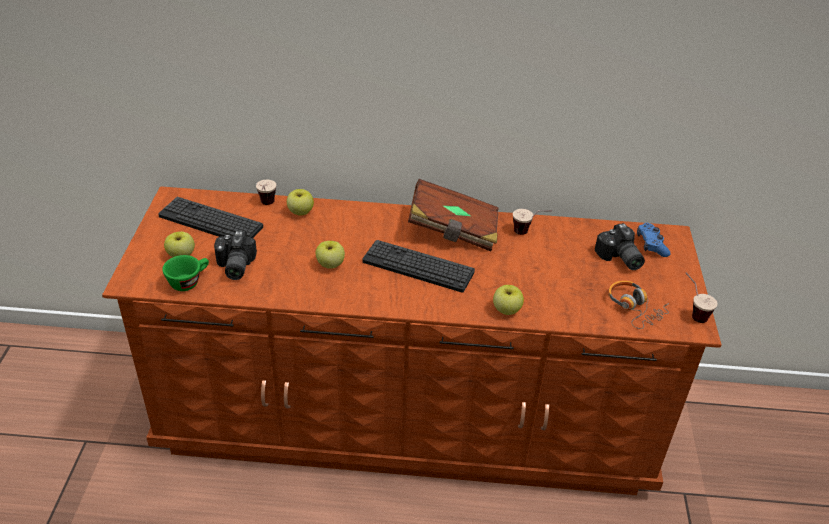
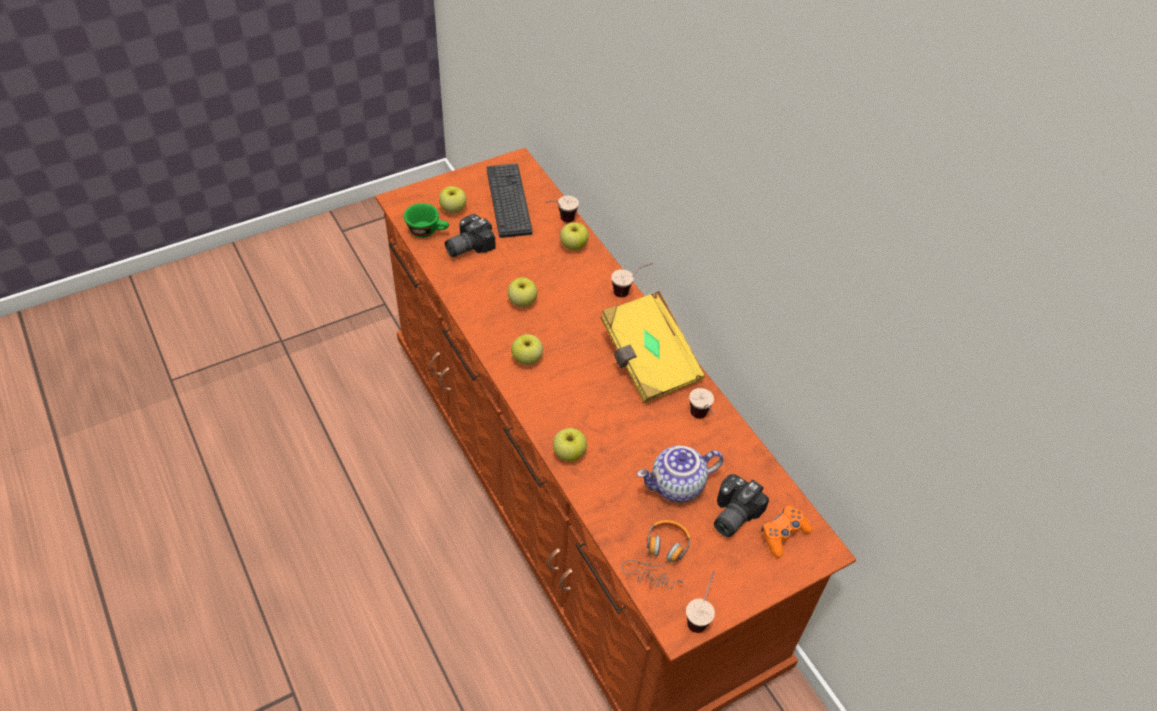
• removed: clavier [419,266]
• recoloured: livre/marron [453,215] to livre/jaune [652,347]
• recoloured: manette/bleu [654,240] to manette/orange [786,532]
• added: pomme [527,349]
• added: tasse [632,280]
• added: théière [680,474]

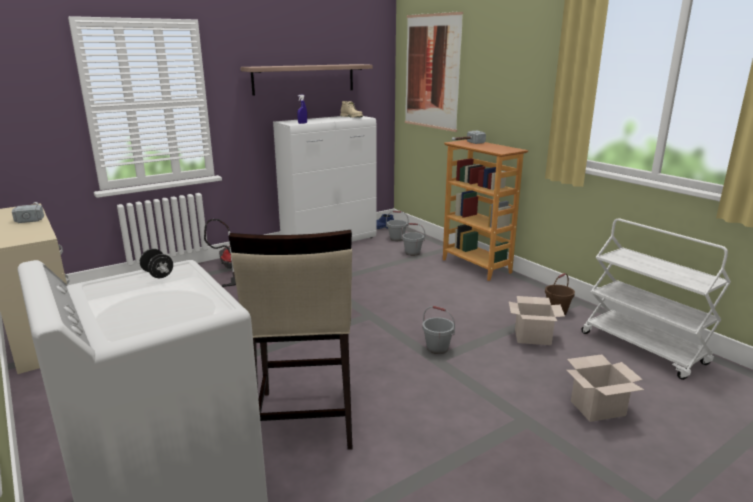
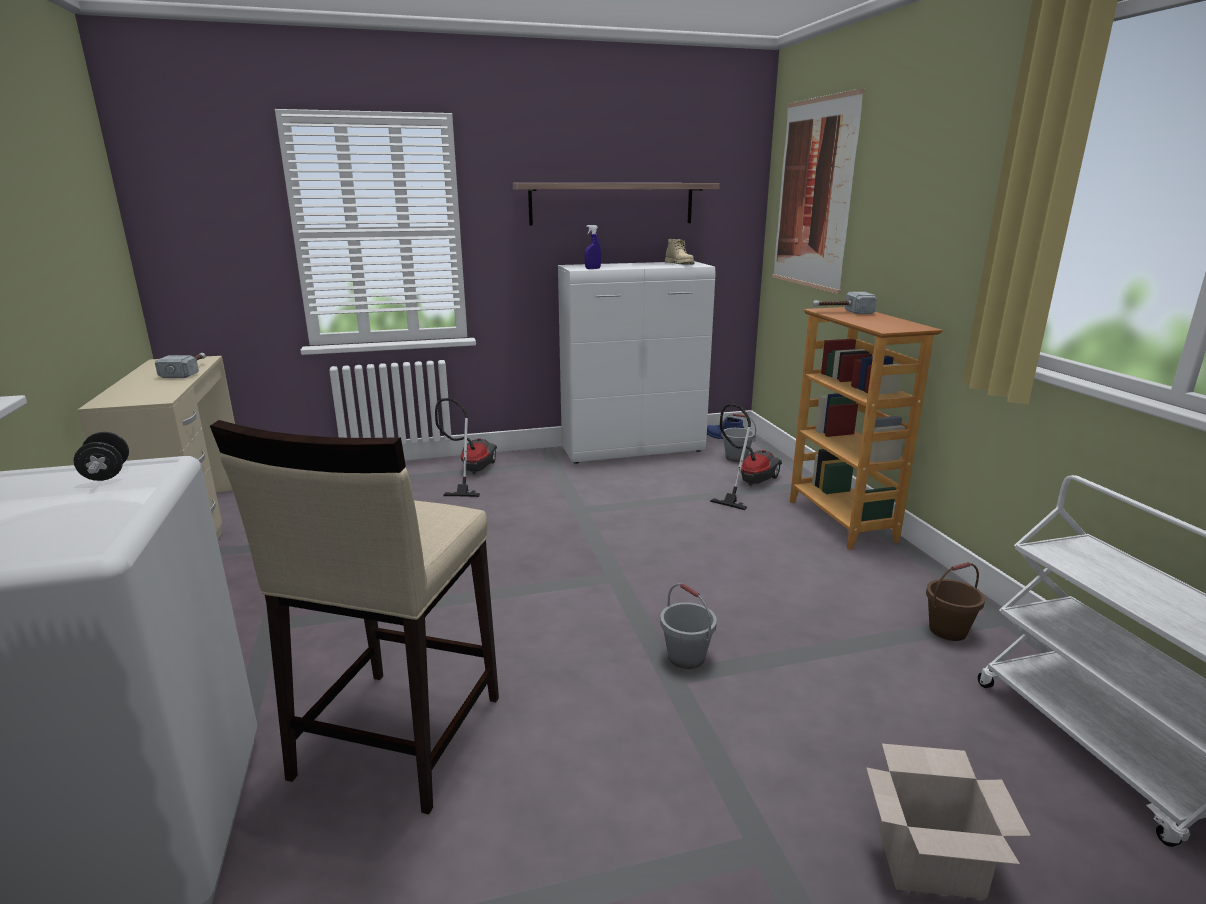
• replaced: seau/gris [413,239] to aspirateur [746,456]
• removed: carton [537,320]

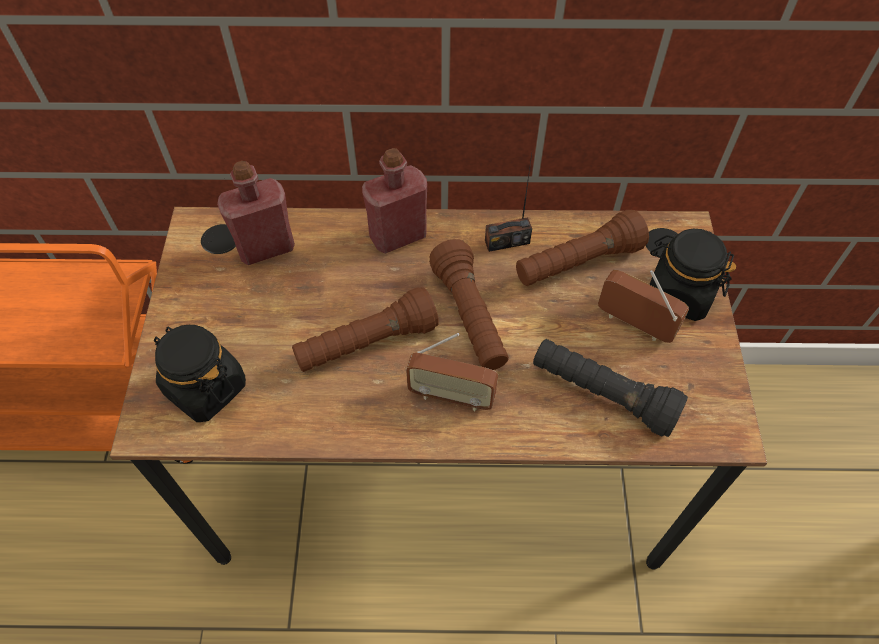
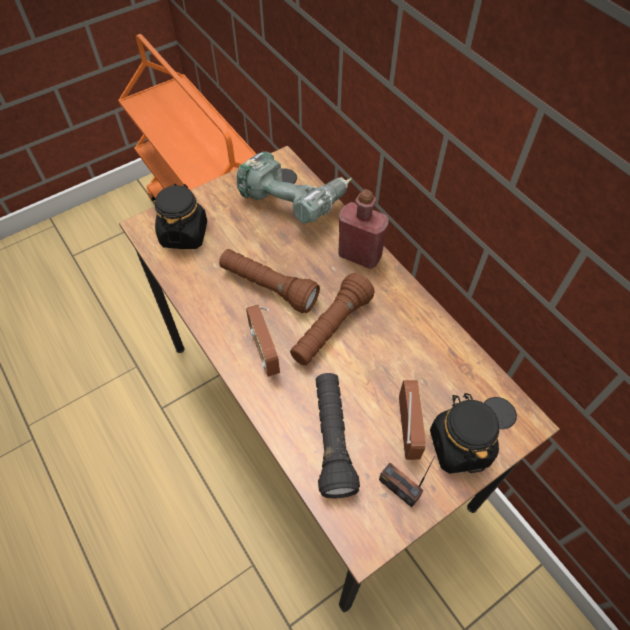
• replaced: bouteille/rouge [256,213] to perceuse [294,187]
• moved: radio [508,203] to [407,482]
• removed: lampe de poche/marron [582,248]

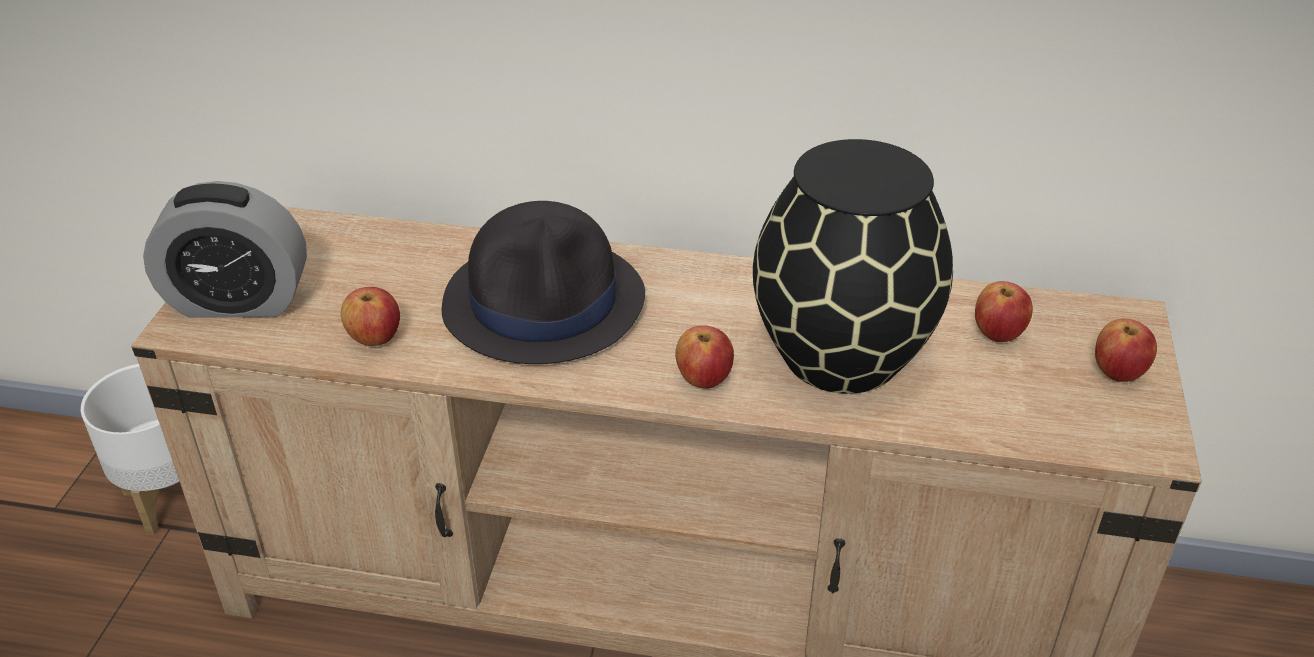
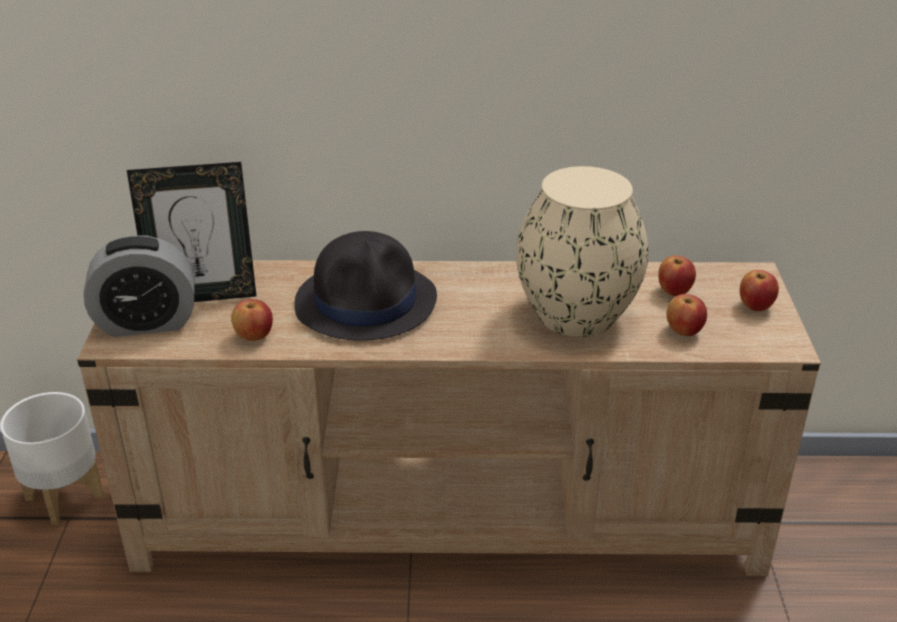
• moved: pomme [704,357] to [686,315]
• recoloured: vase/noir [853,266] to vase/beige [582,251]
• added: cadre photo [191,232]

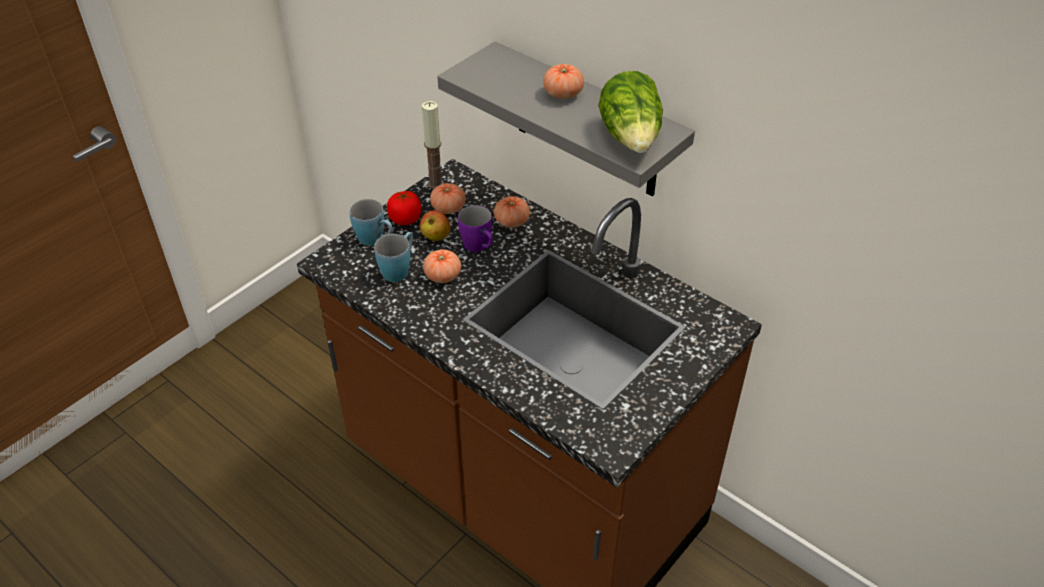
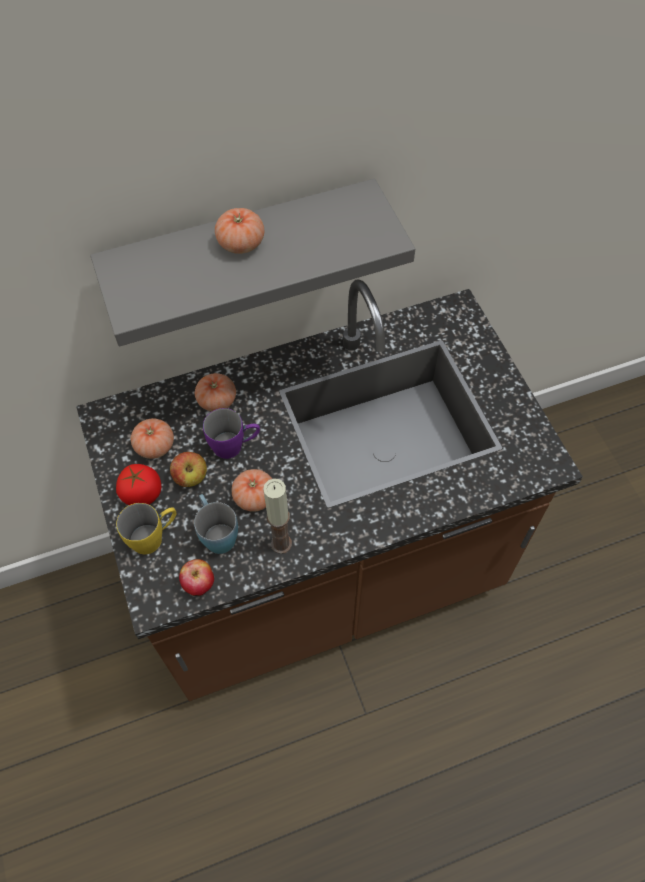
• recoloured: mug/bleu [370,222] to mug/jaune [146,528]
• moved: bougie [433,145] to [277,516]
• removed: laitue [631,112]
• added: pomme [196,577]

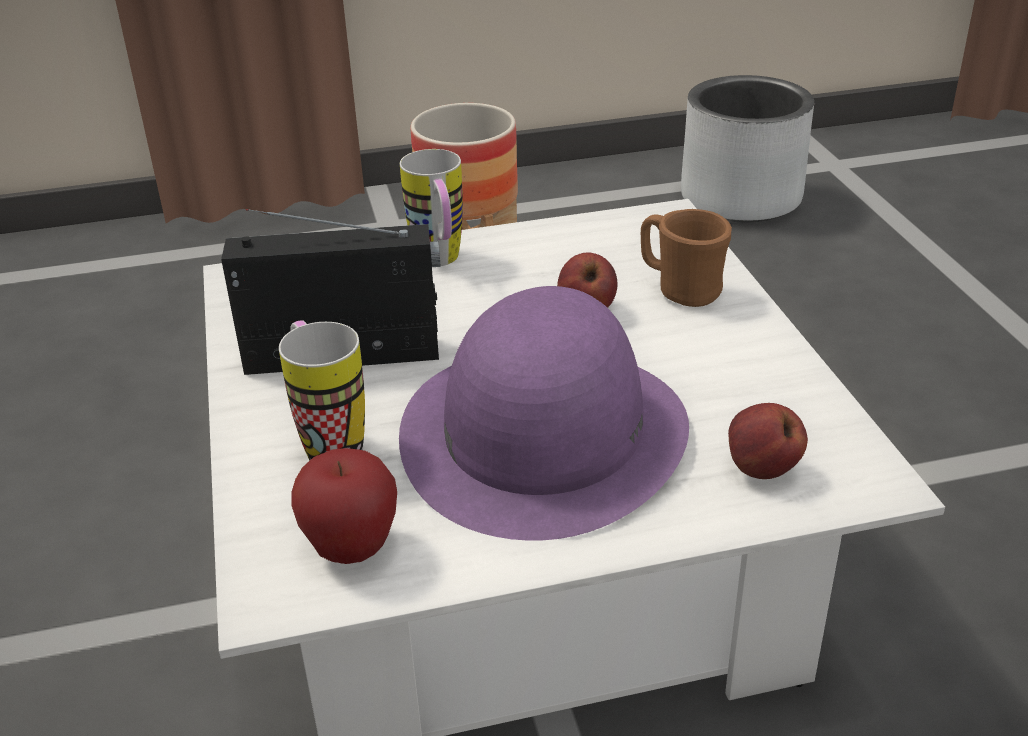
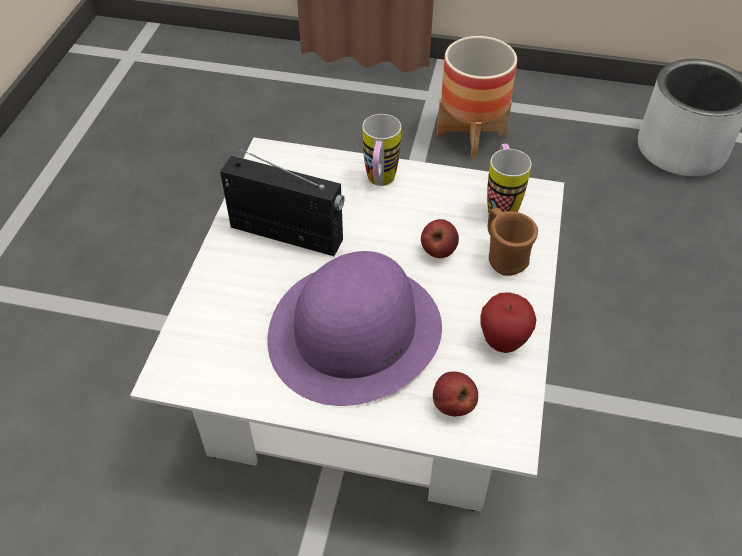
• moved: mug [322,390] to [509,178]
• moved: pomme [344,506] to [509,322]

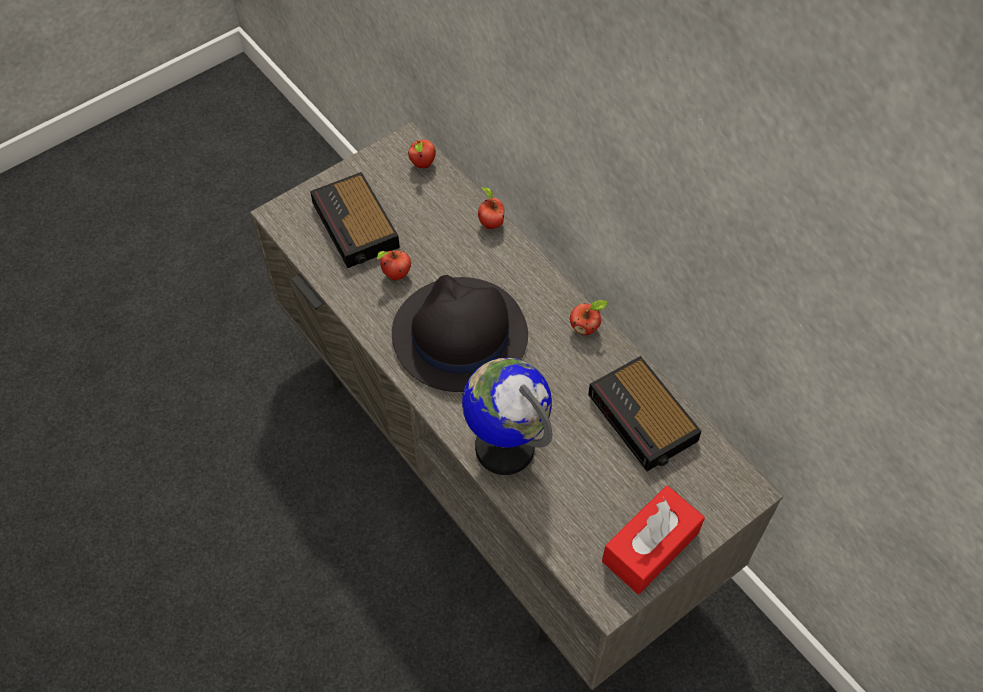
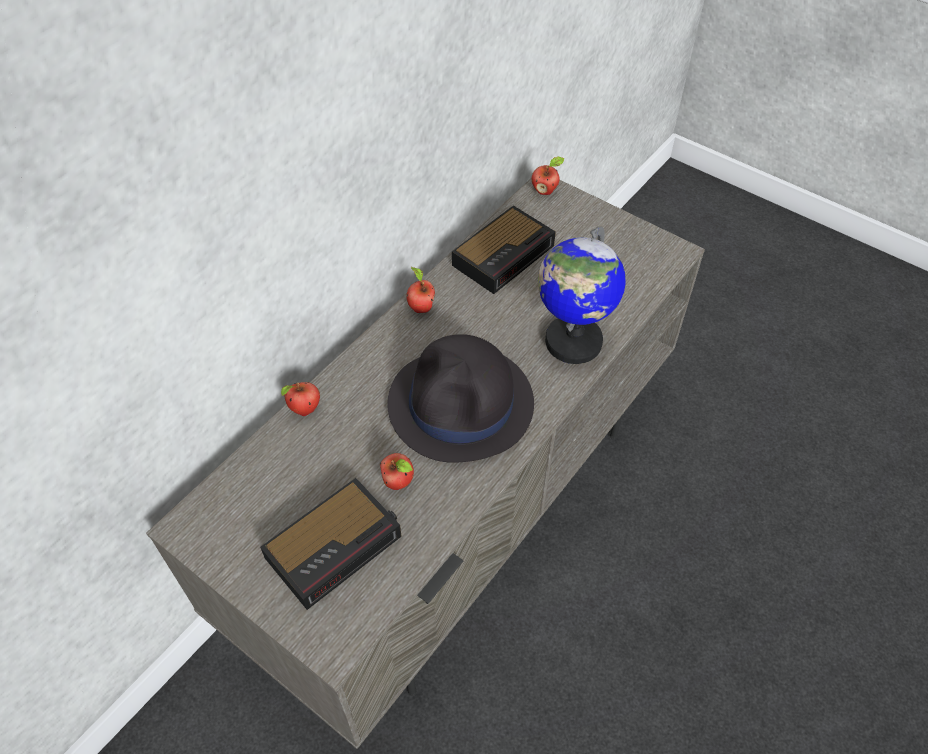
• moved: pomme [422,154] to [548,176]
• removed: boîte à mouchoirs/rouge [653,540]

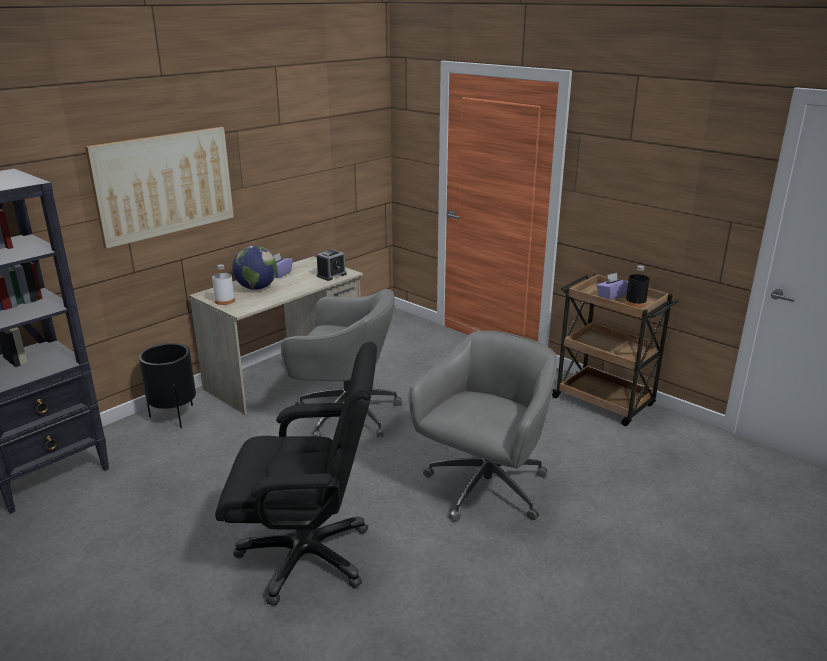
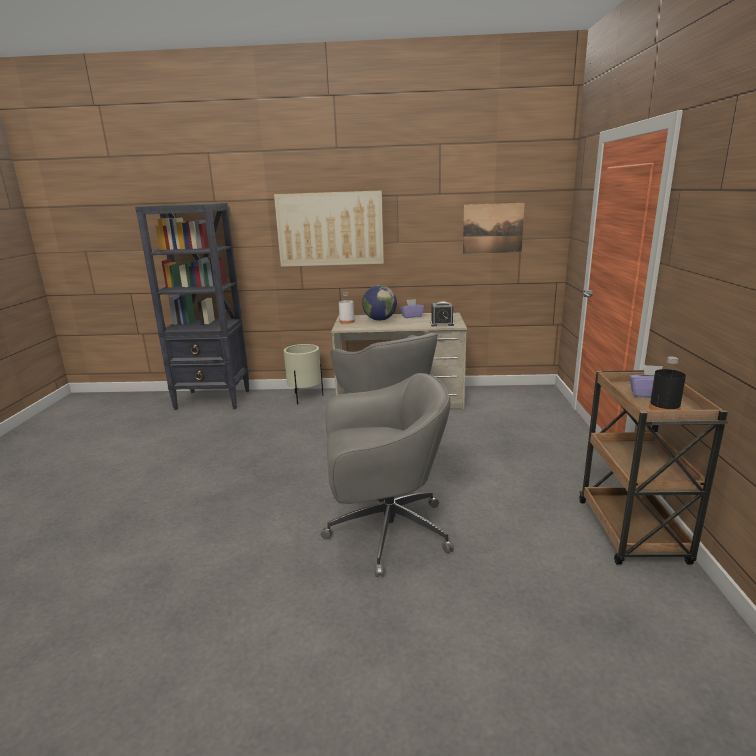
• recoloured: cache-pot/noir [167,385] to cache-pot/beige [303,374]
• removed: chaise de bureau/noir [296,474]
• added: tableau [494,228]

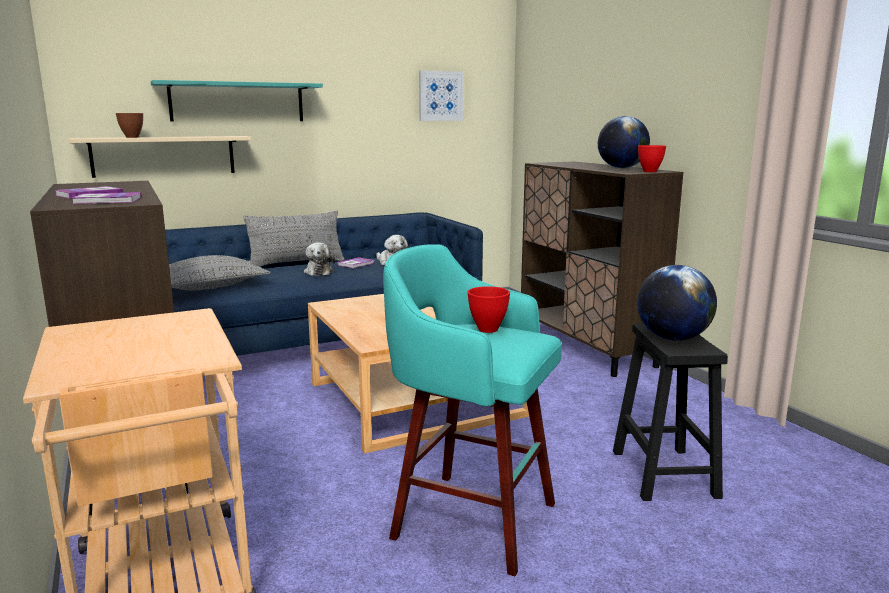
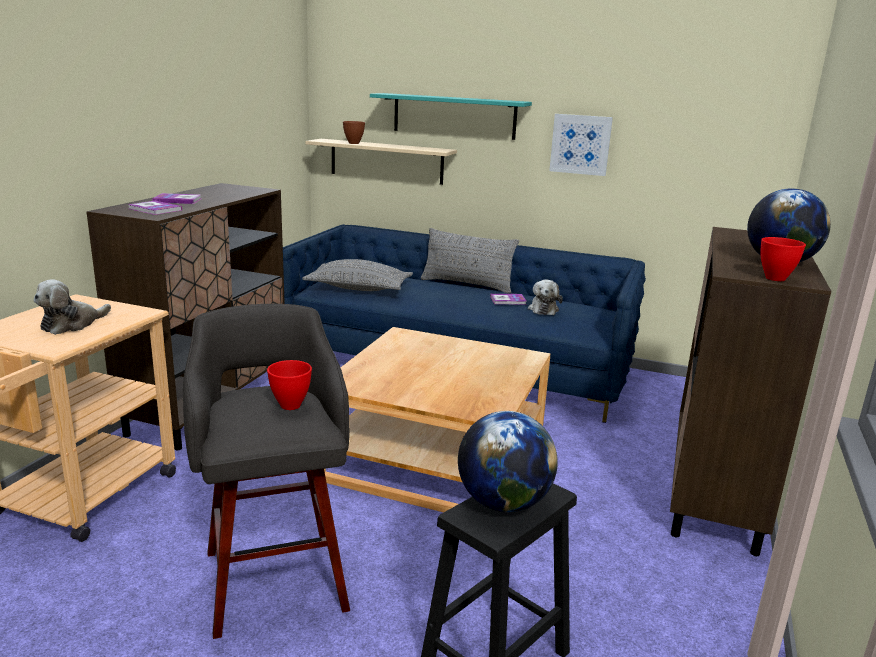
• moved: peluche [319,259] to [72,307]
• recoloured: tabouret/turquoise [472,410] to tabouret/gris [266,471]
• moved: tableau [441,95] to [581,145]

